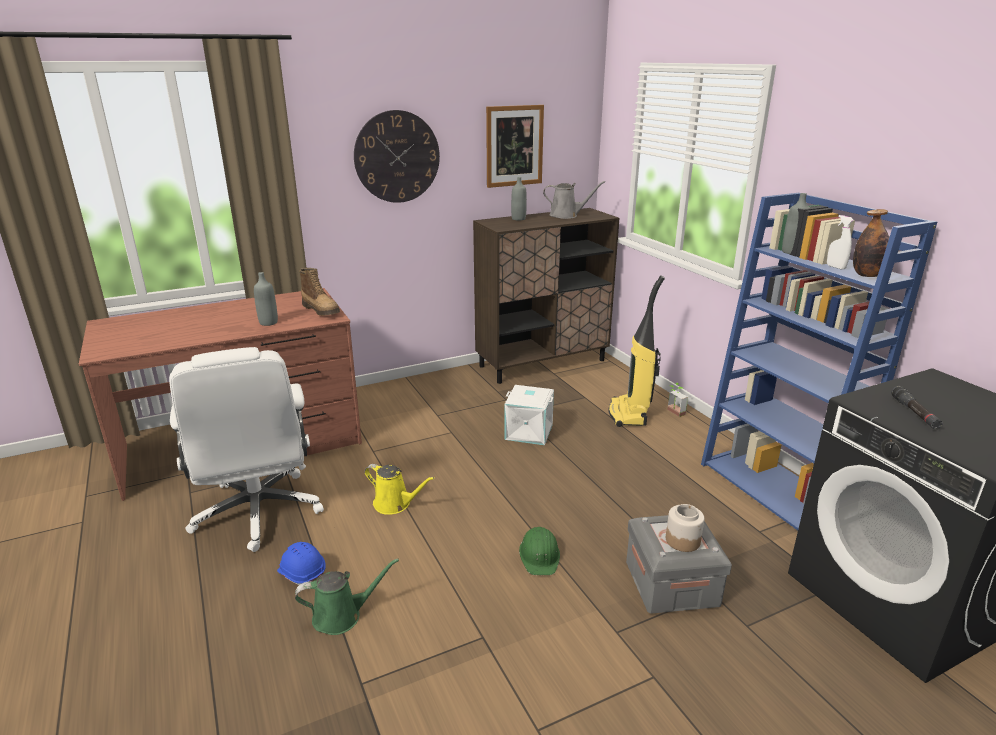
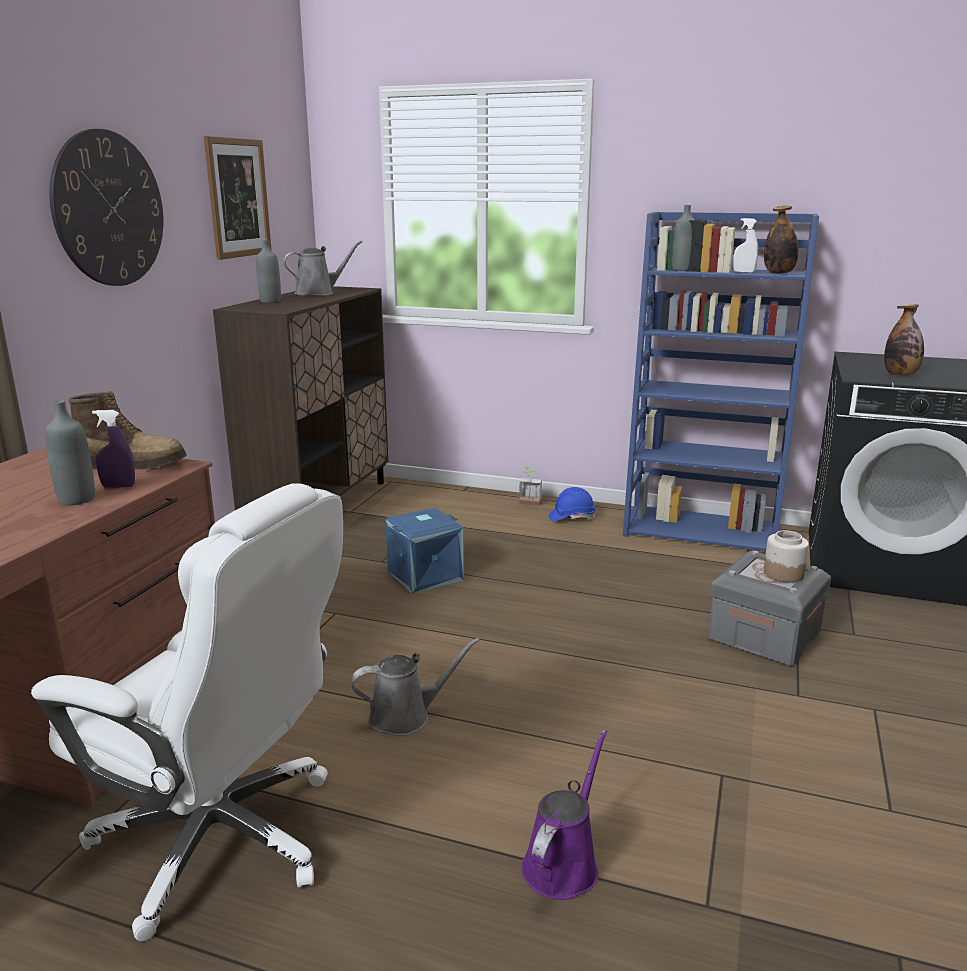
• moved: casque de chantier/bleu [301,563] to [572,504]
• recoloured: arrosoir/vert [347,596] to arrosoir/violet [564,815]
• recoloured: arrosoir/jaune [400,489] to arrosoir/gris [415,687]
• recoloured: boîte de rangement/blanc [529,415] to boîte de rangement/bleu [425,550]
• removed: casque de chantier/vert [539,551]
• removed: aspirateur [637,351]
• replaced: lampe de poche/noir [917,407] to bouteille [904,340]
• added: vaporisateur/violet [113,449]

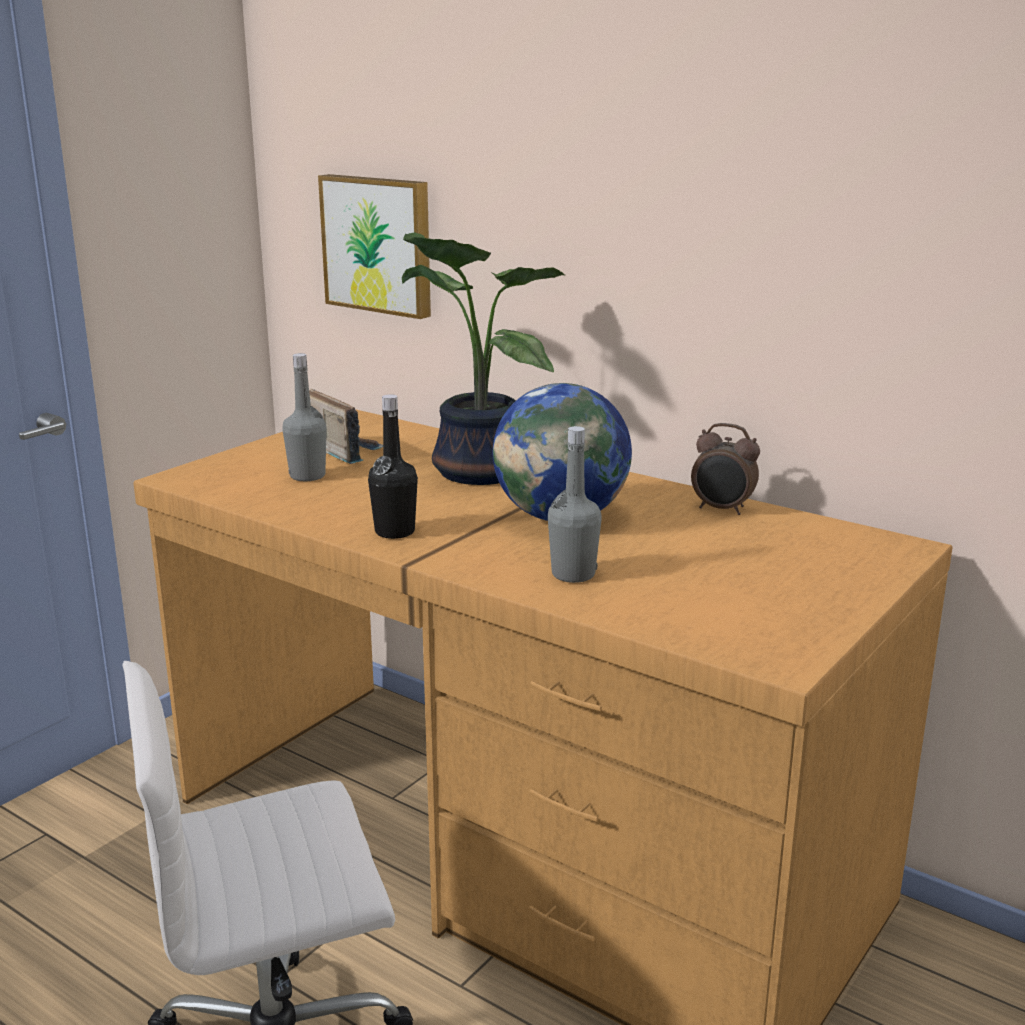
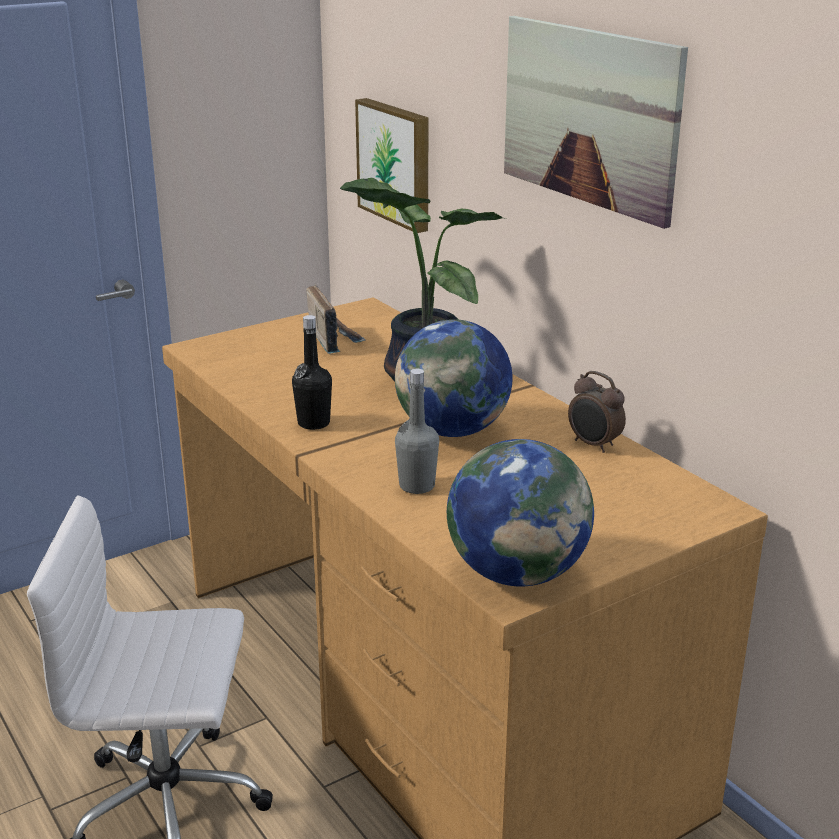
• removed: bouteille/gris [304,417]
• added: globe [520,513]
• added: tableau [596,122]

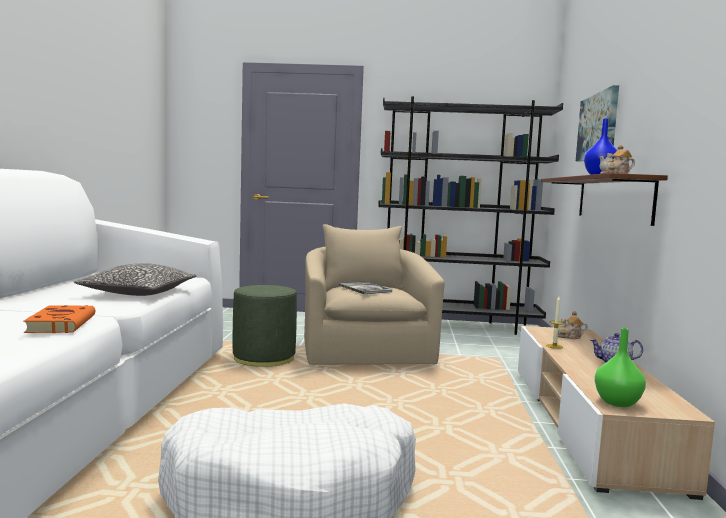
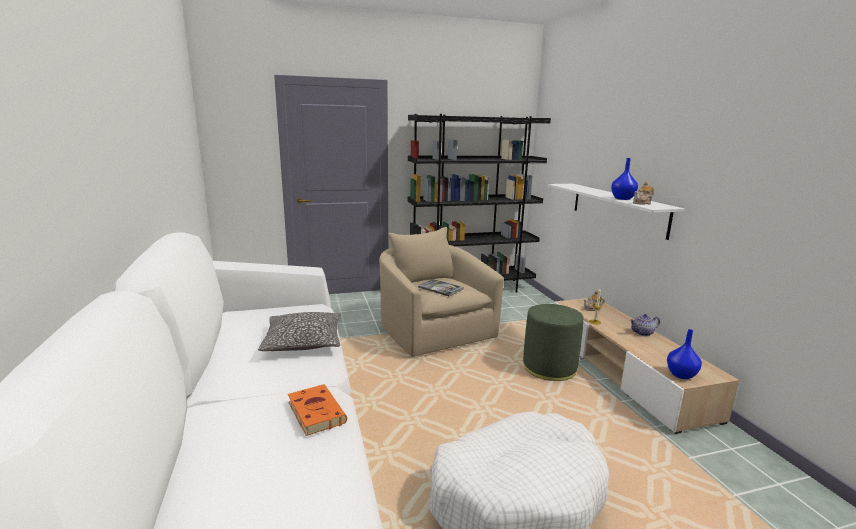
• moved: pouf/vert [265,326] to [553,342]
• recoloured: étagère/marron [604,199] to étagère/blanc [616,212]
• removed: tableau [597,123]
• recoloured: vase/vert [620,367] to vase/bleu [684,354]

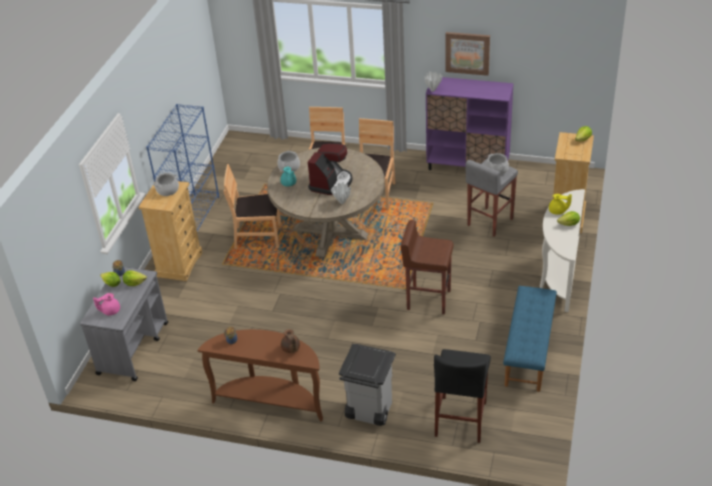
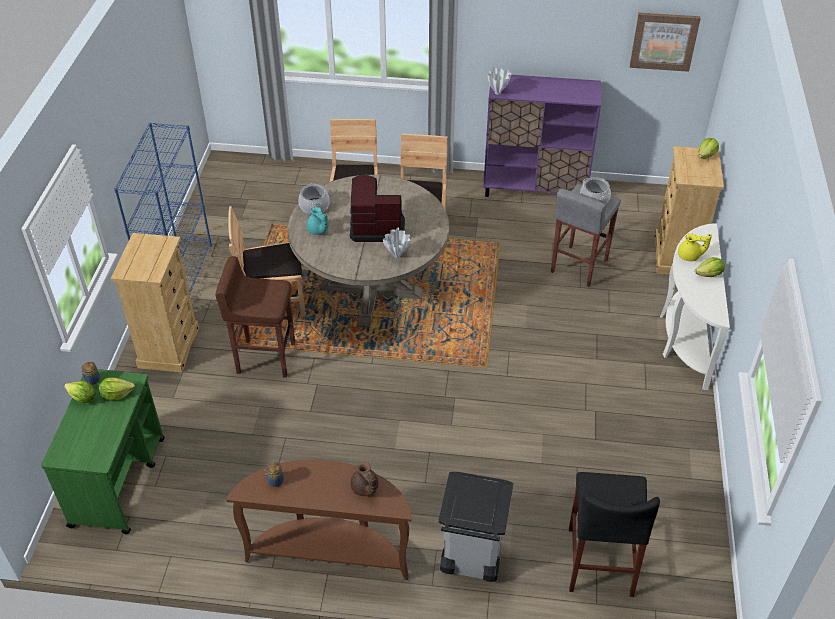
• recoloured: chariot/gris [124,324] to chariot/vert [103,451]
• removed: théière/rose [106,304]
• removed: marmite [166,184]
• turned: machine à café [330,169] = [377,208] 105 degrees counterclockwise
• moved: tabouret/marron [427,267] to [255,317]
• moved: tableau [467,54] to [665,42]
• removed: banc/bleu [530,339]

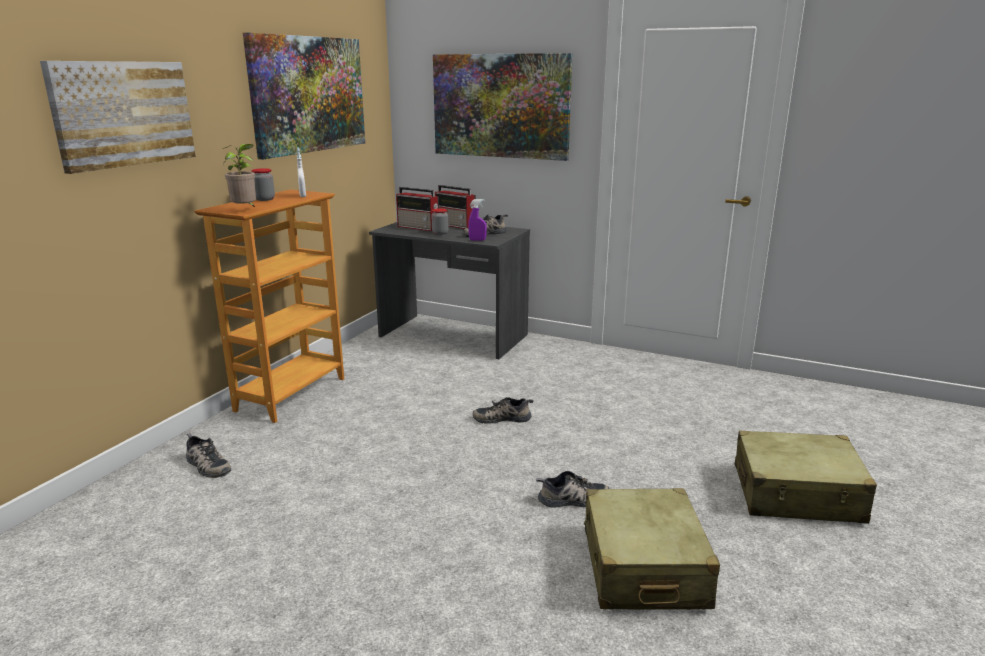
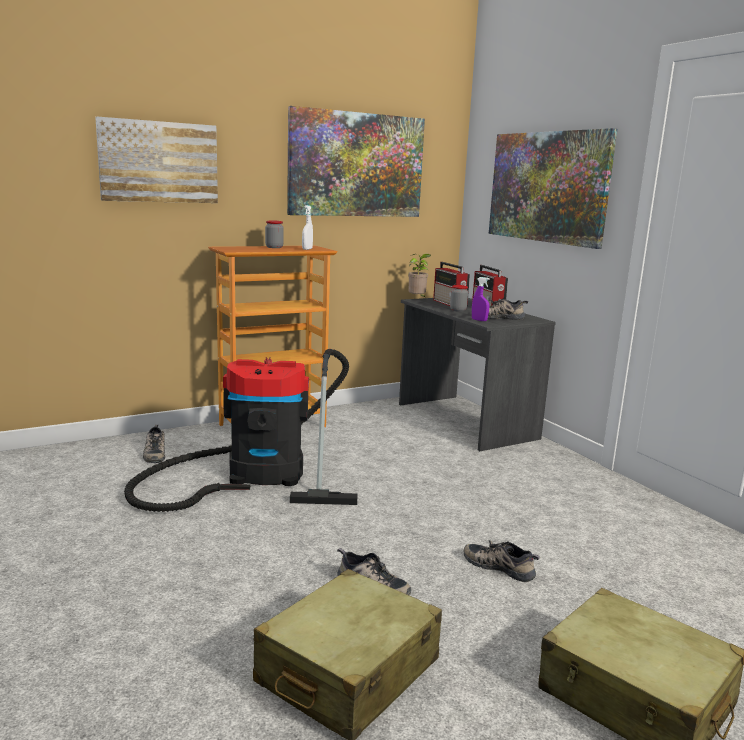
• moved: plante en pot [239,176] to [419,276]
• moved: chaussure [503,410] to [502,561]
• added: aspirateur [240,430]

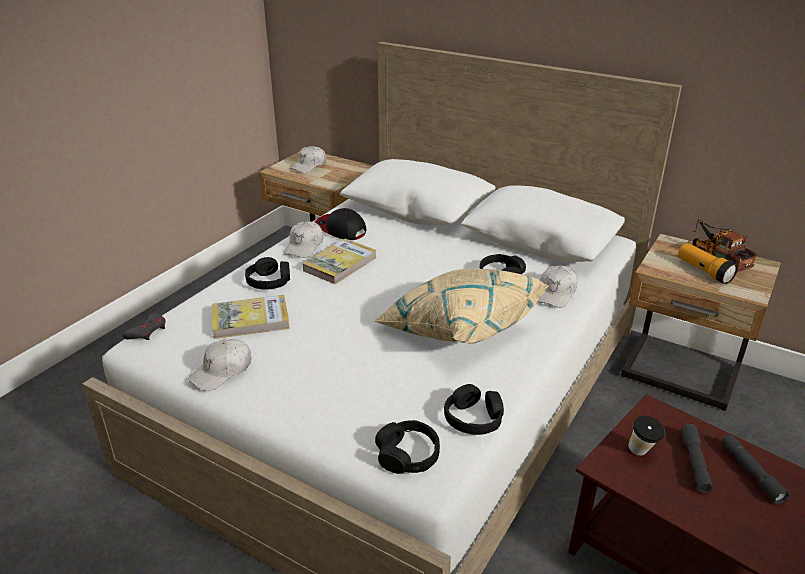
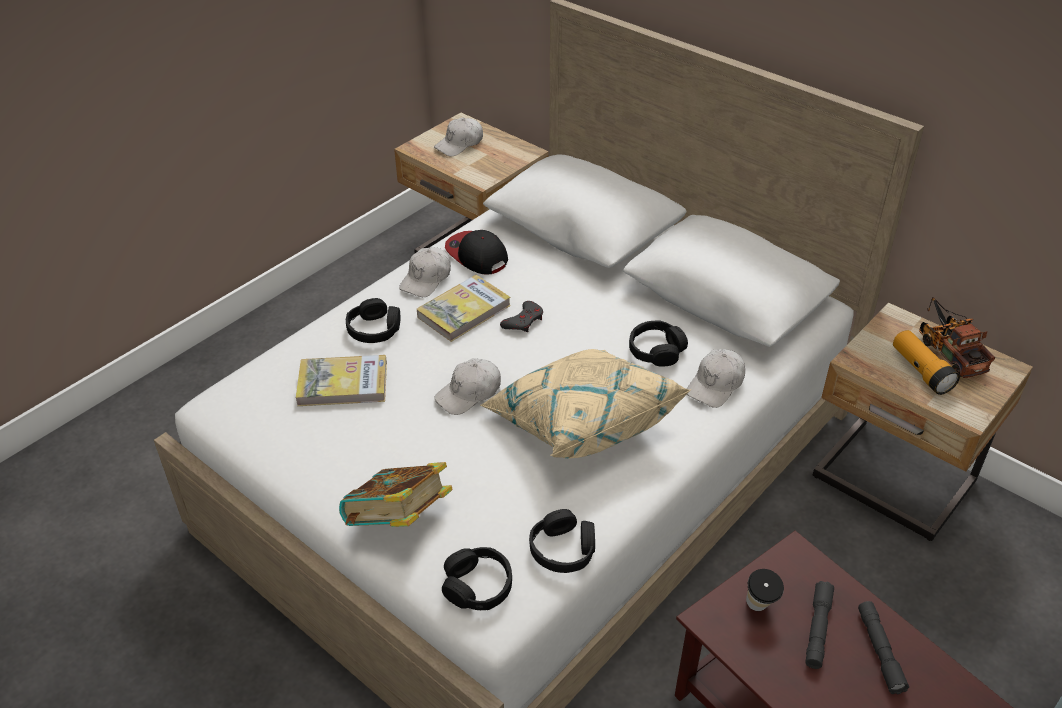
• moved: manette/gris [144,326] to [521,316]
• moved: casquette/blanc [219,365] to [467,386]
• added: livre [396,494]

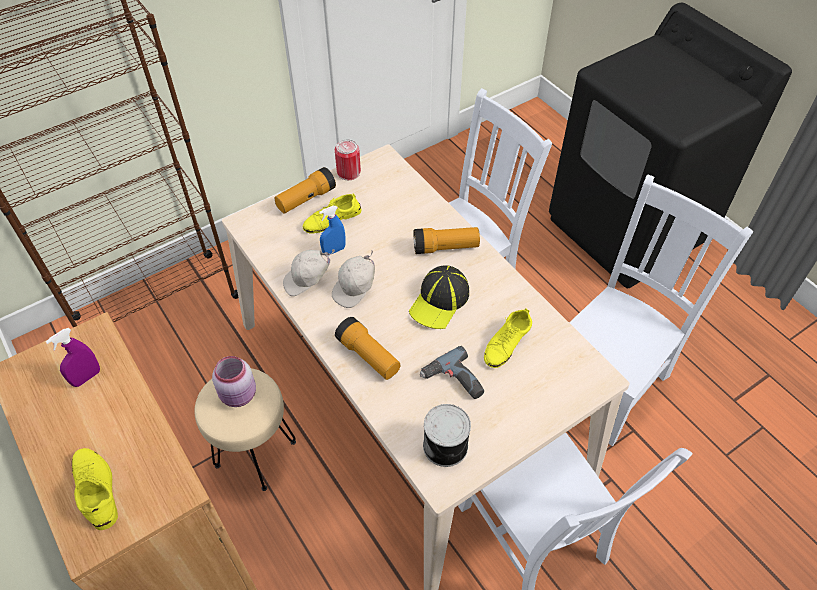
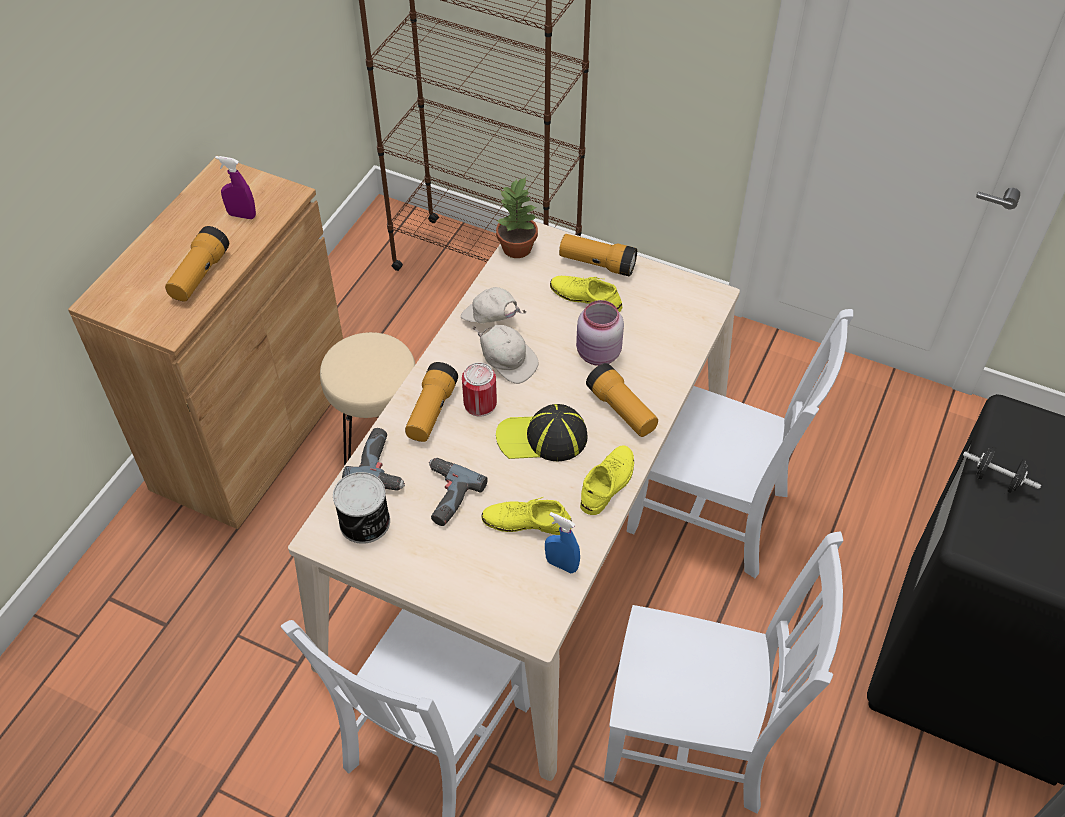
• moved: chaussure/jaune [95,489] to [607,480]
• moved: bocal/rose [234,381] to [600,333]
• moved: vaporisateur/bleu [332,230] to [562,542]
• turned: casquette/blanc [353,279] = [505,354] 150 degrees counterclockwise
• moved: boîte métallique [348,159] to [479,390]
• added: lampe de poche [197,263]
• added: perceuse [373,459]
• added: plante en pot [517,217]
• added: haltère/noir [1002,470]

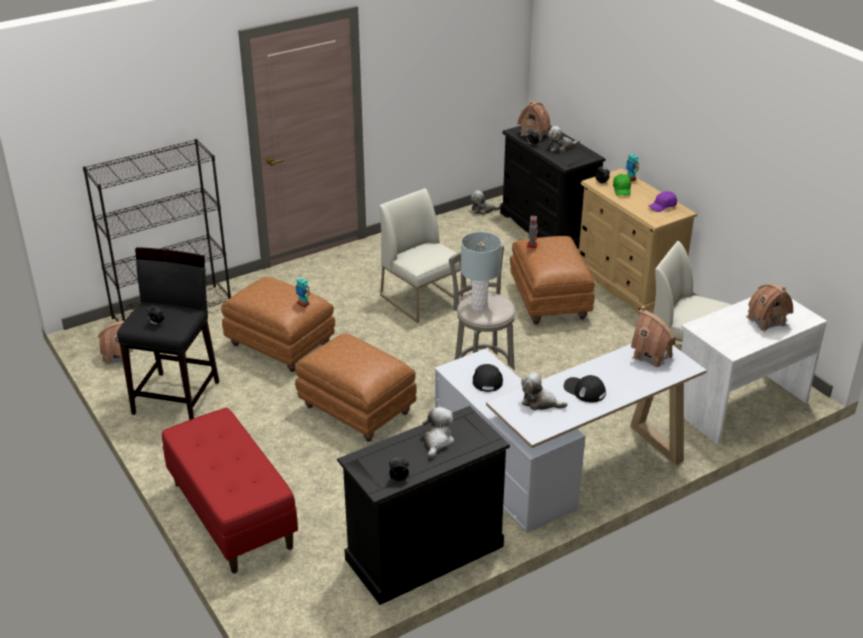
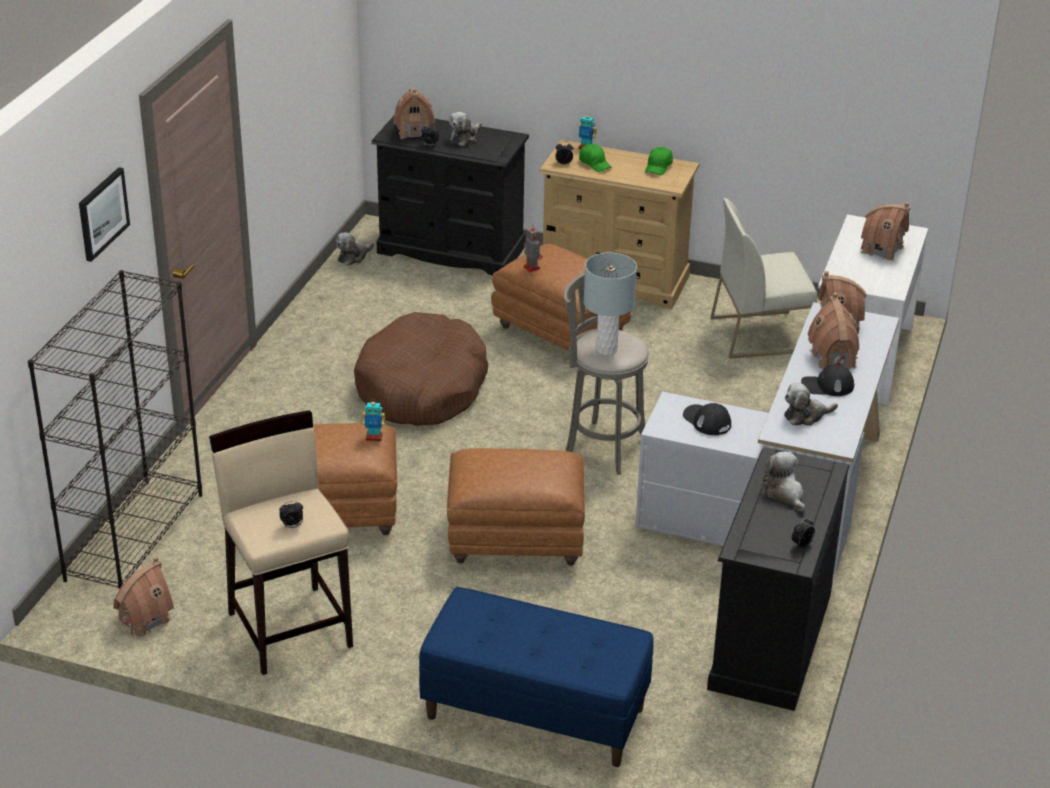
• recoloured: tabouret/noir [168,333] to tabouret/beige [281,542]
• recoloured: banc/rouge [230,490] to banc/bleu [536,677]
• replaced: chaise/blanc [421,255] to panier pour chien/marron [421,369]
• recoloured: casquette/violet [662,201] to casquette/vert [659,161]
• added: tableau [104,214]
• added: maison miniature [833,331]

